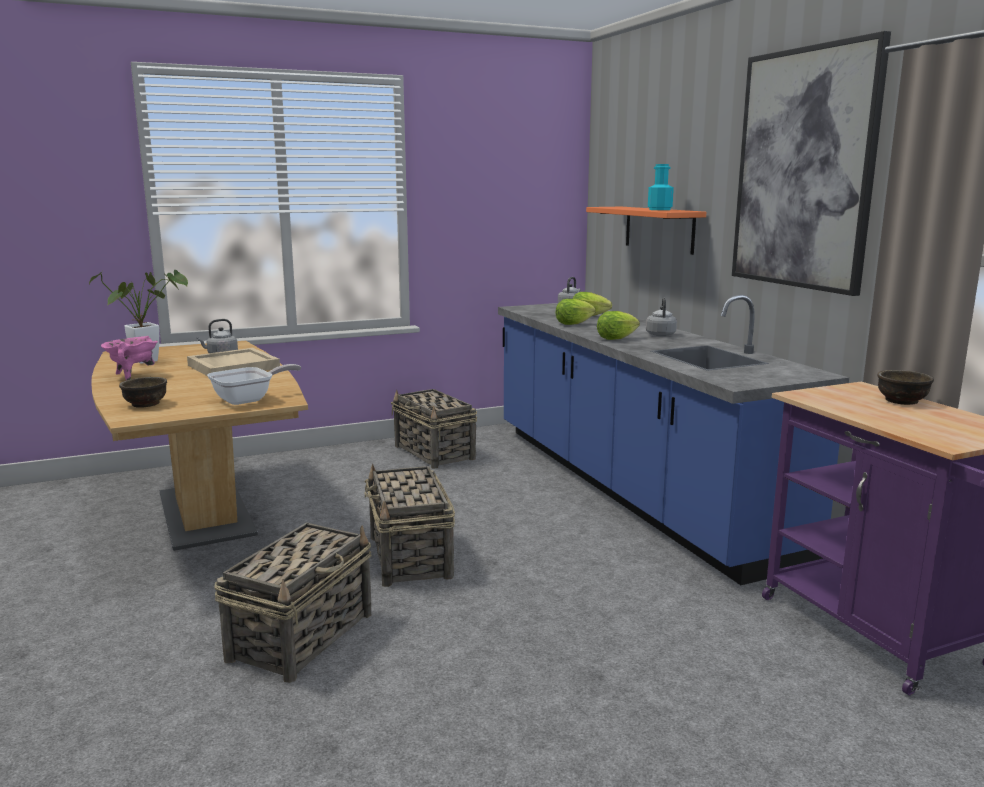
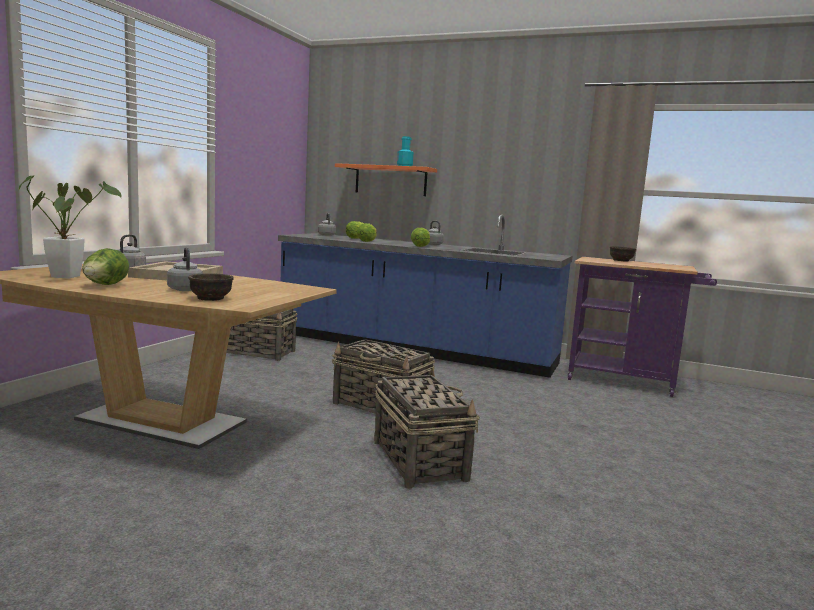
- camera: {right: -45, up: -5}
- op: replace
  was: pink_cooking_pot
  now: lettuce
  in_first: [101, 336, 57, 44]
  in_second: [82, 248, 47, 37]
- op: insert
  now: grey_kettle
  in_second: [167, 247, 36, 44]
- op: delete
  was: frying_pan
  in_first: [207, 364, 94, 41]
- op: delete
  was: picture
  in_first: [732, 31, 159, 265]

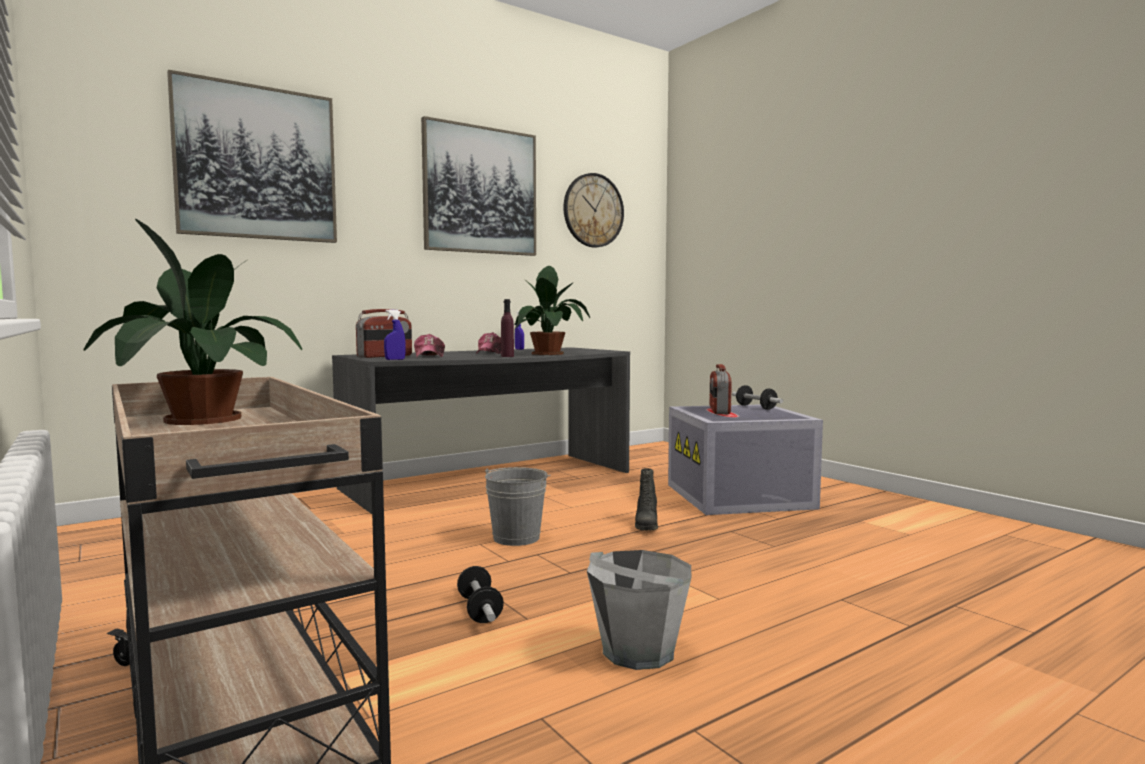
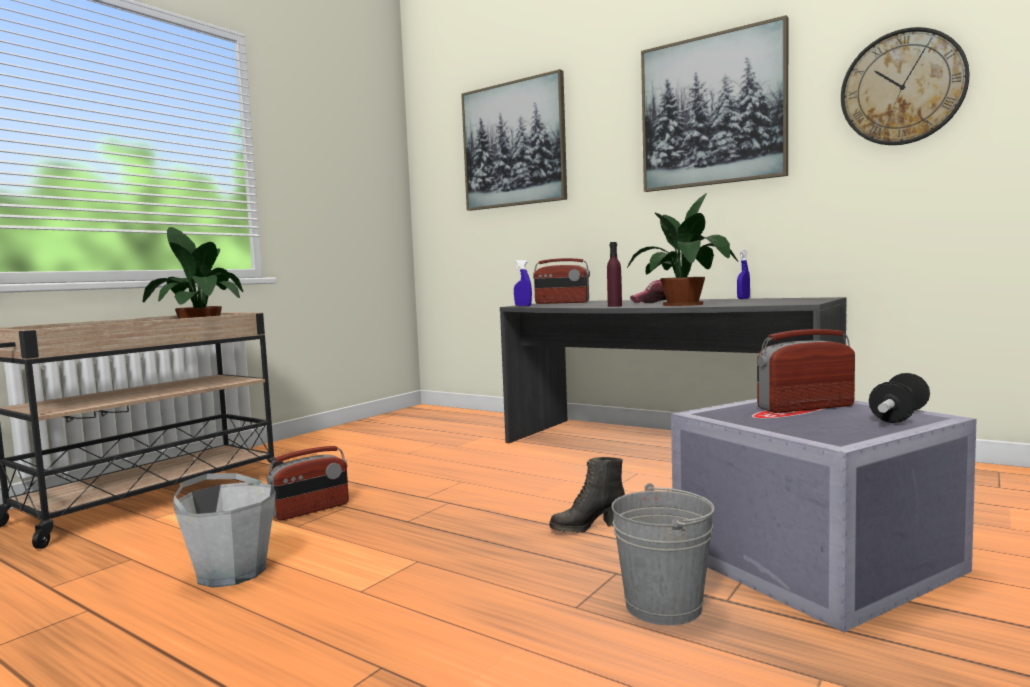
- camera: {right: 70, up: 0}
- op: replace
  was: dumbbell
  now: radio
  in_first: [457, 566, 47, 57]
  in_second: [267, 446, 82, 75]
- op: move
  was: grey_bucket
  in_first: [485, 467, 66, 79]
  in_second: [611, 483, 104, 142]
- op: delete
  was: cap
  in_first: [414, 334, 31, 23]

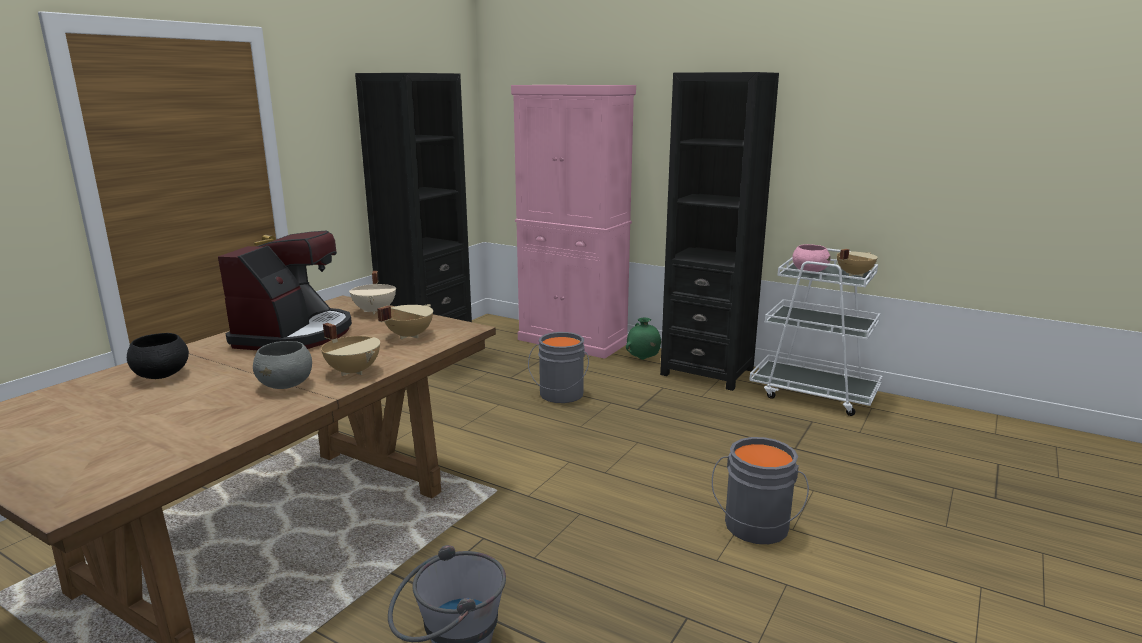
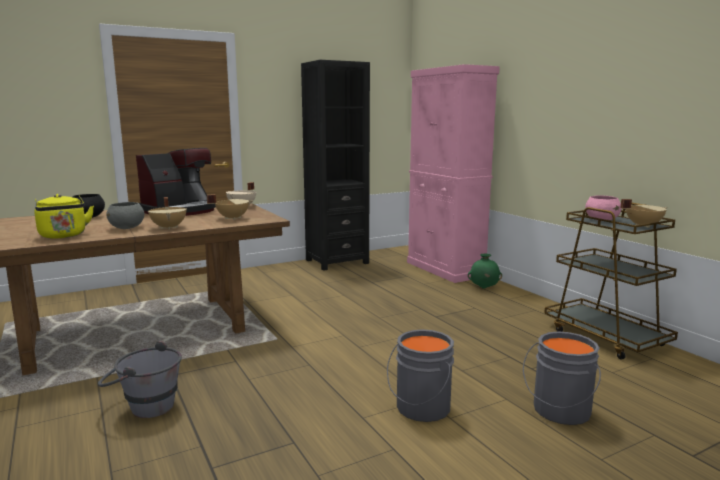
- camera: {right: 30, up: -5}
- op: insert
  now: yellow_kettle
  in_second: [34, 194, 60, 44]
- op: move
  was: grey_bucket
  in_first: [528, 332, 61, 71]
  in_second: [523, 331, 78, 94]
- op: recolor
  was: white_cart
  now: brown_cart
  in_first: [749, 248, 133, 168]
  in_second: [544, 203, 134, 157]
- op: delete
  was: black_bookcase
  in_first: [660, 72, 119, 319]

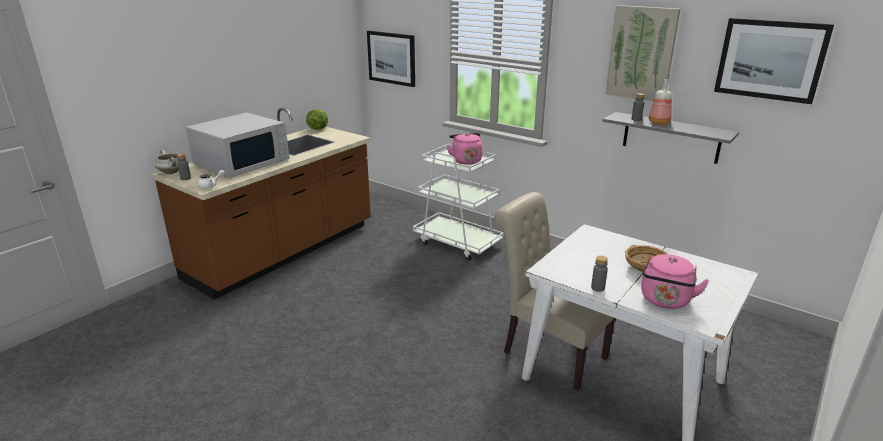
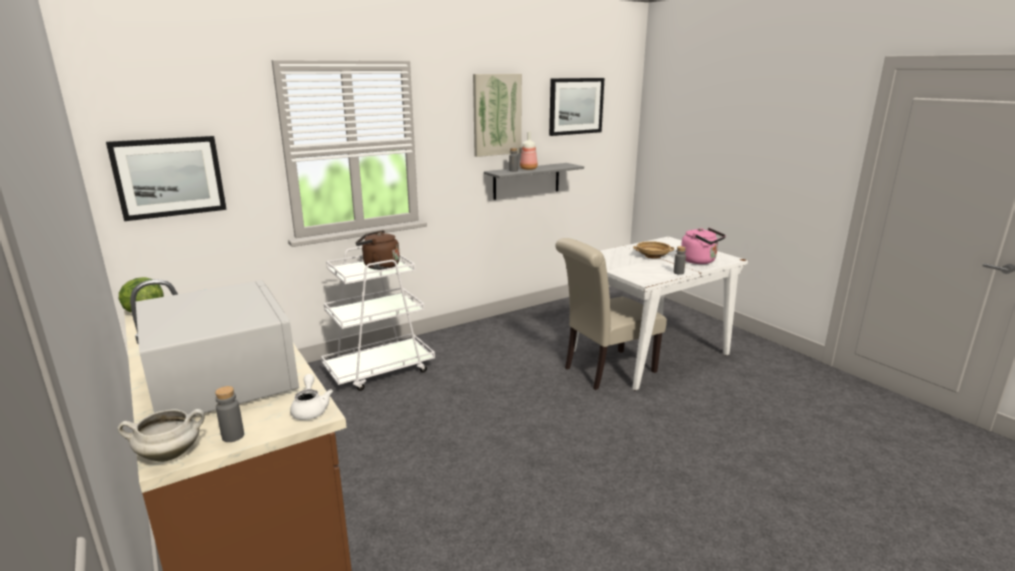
- camera: {right: -70, up: -5}
- op: recolor
  was: pink_kettle
  now: brown_kettle
  in_first: [447, 133, 35, 32]
  in_second: [356, 230, 44, 40]

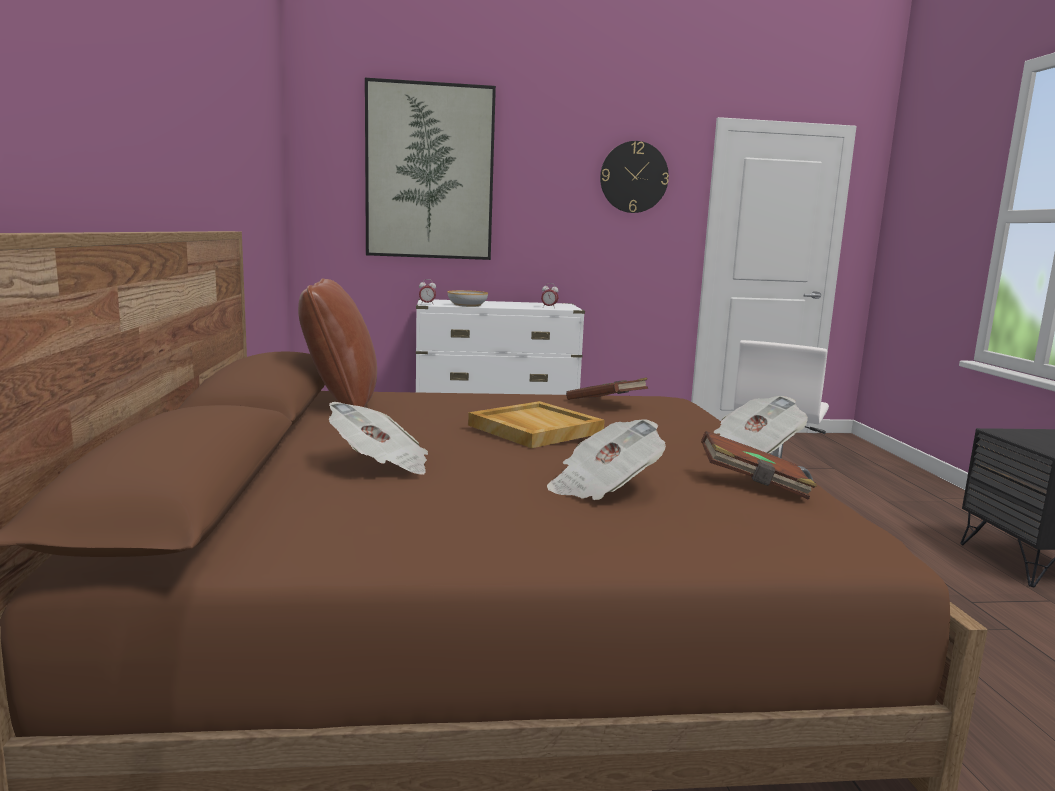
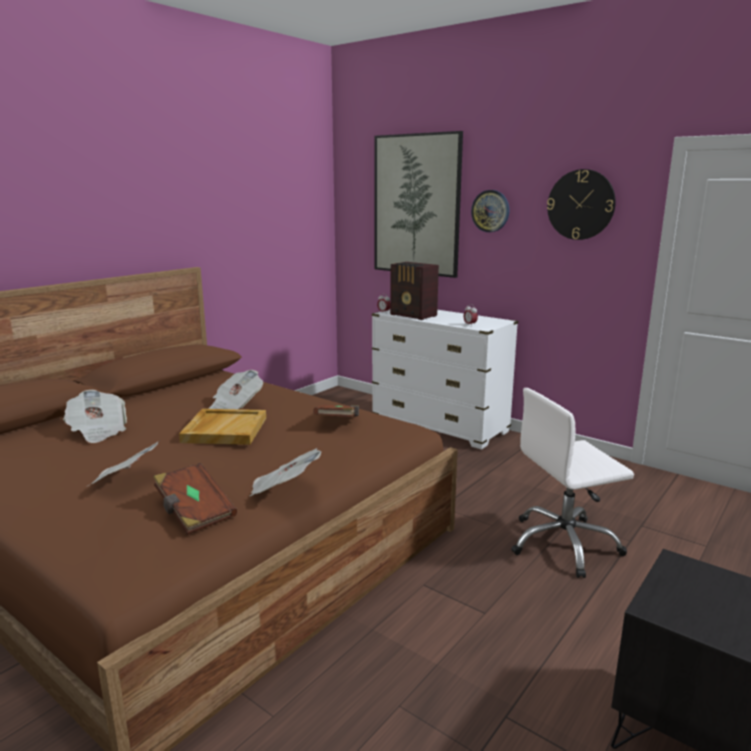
- camera: {right: 45, up: 5}
- op: insert
  now: newspaper
  in_second: [208, 370, 55, 39]
- op: replace
  was: bowl
  now: radio
  in_first: [448, 290, 40, 16]
  in_second: [390, 262, 49, 58]
- op: insert
  now: wall_clock
  in_second: [471, 190, 39, 42]
- op: delete
  was: brown_pillow
  in_first: [298, 278, 79, 129]

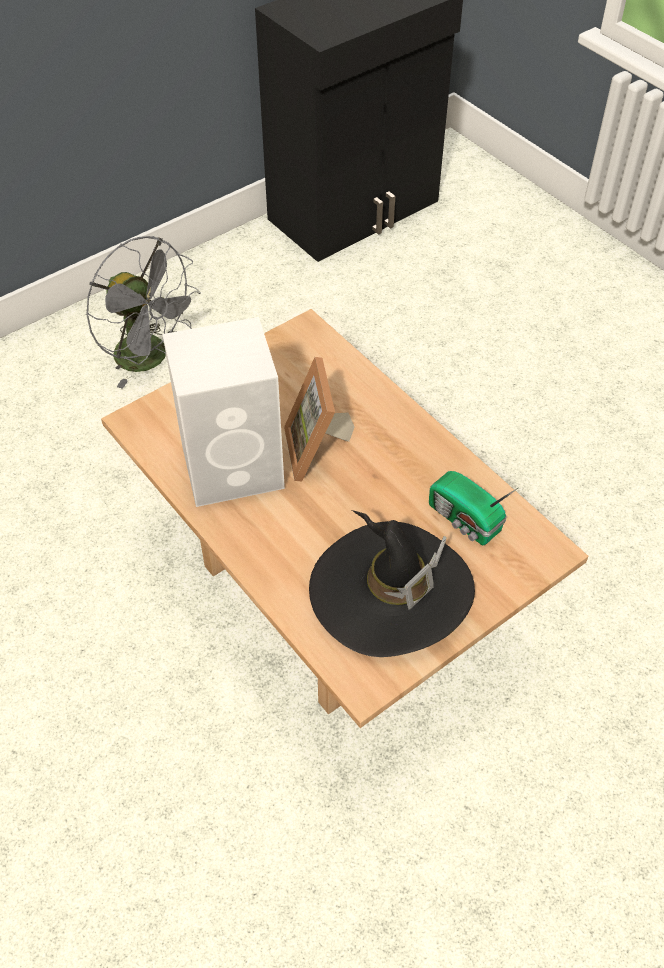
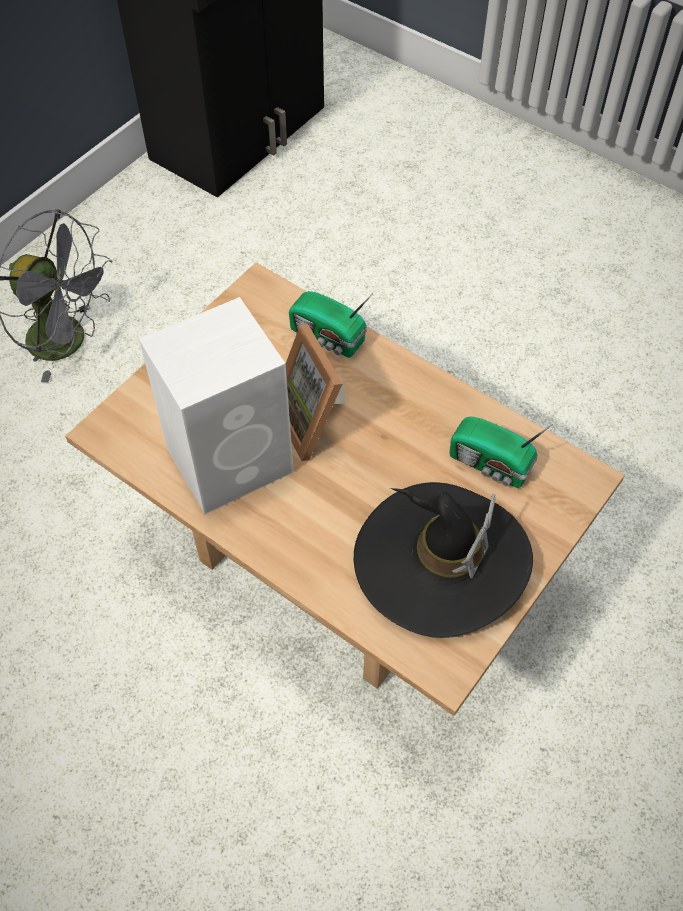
- camera: {right: -15, up: 5}
- op: insert
  now: radio
  in_second: [289, 291, 84, 67]

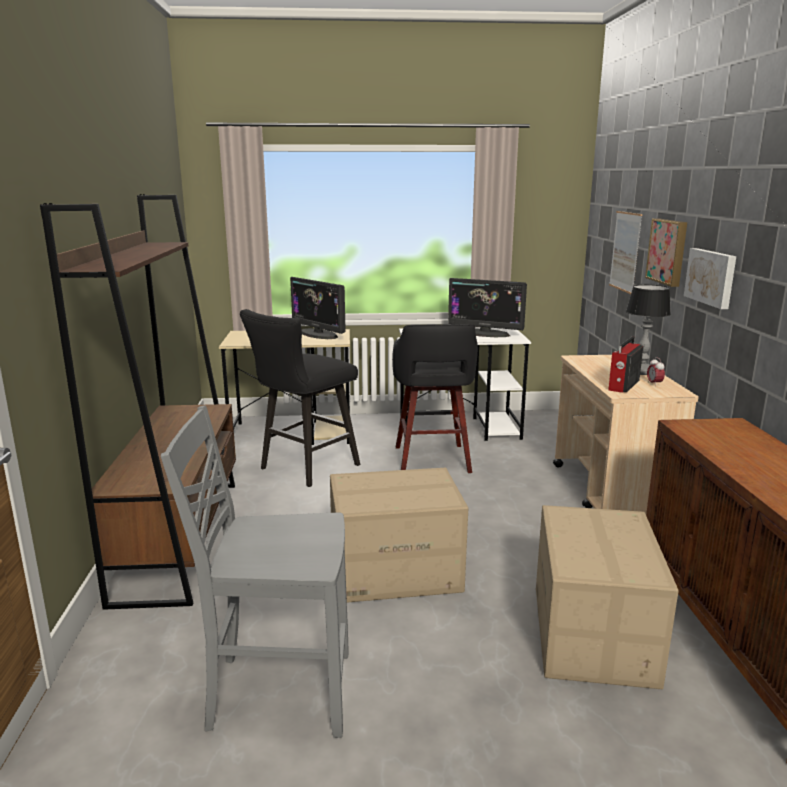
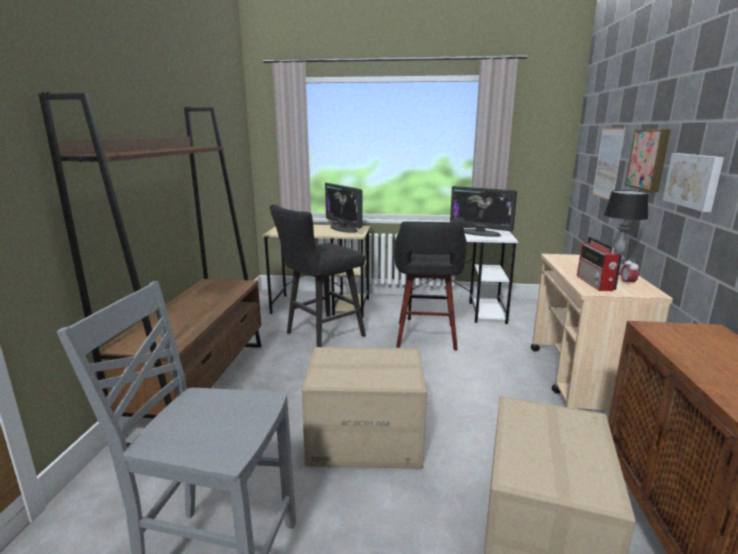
- camera: {right: 10, up: 0}
- op: rotate
  was: radio
  in_first: [608, 336, 35, 57]
  in_second: [577, 236, 45, 55]
  clockwise: -45

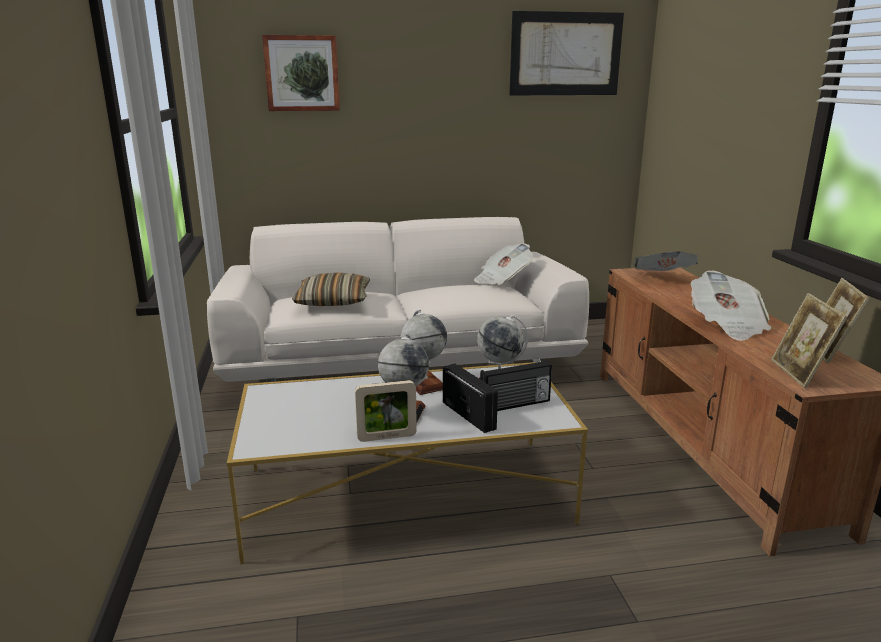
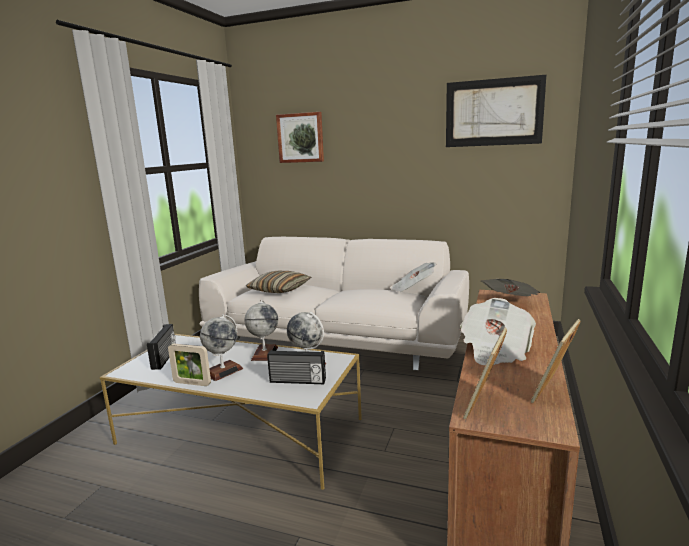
- camera: {right: 30, up: -5}
- op: move
  was: radio
  in_first: [443, 363, 55, 70]
  in_second: [147, 324, 29, 46]

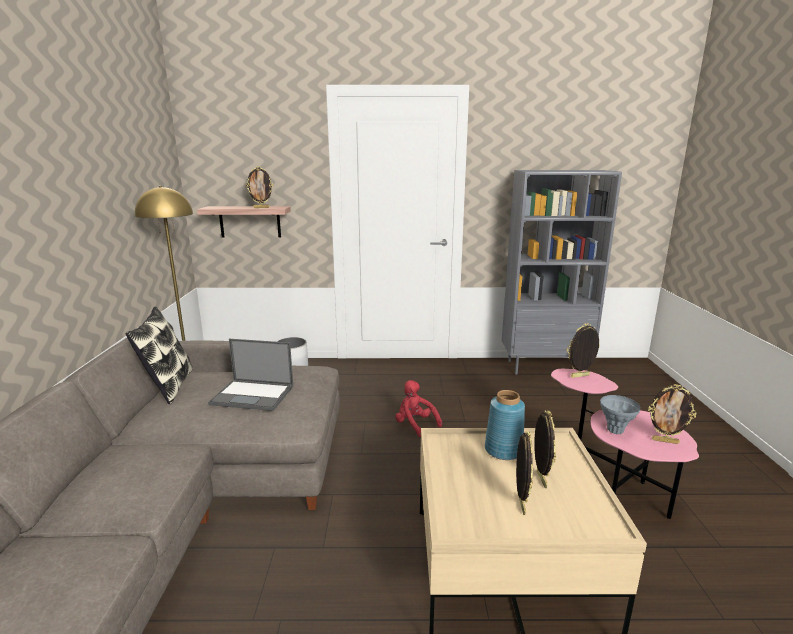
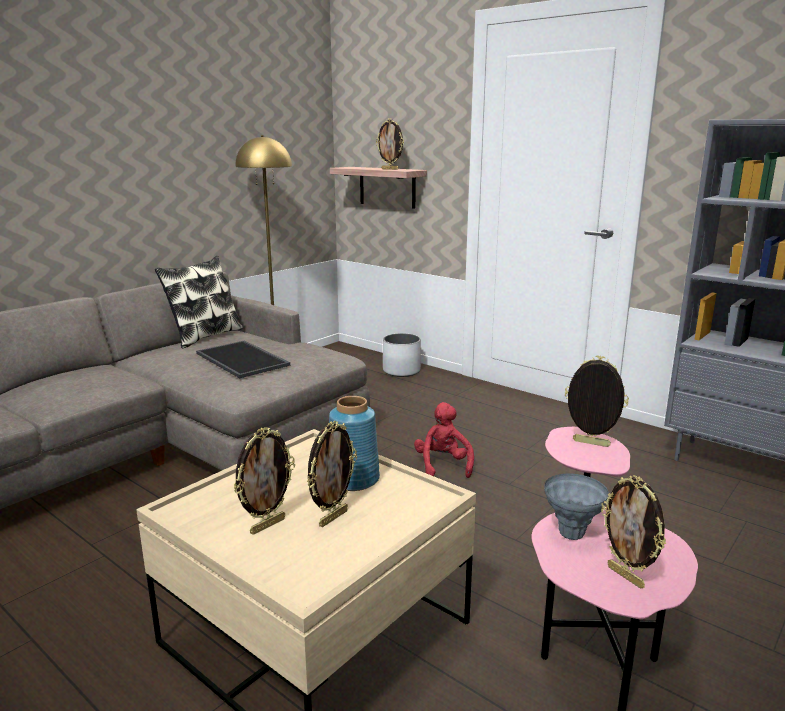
- camera: {right: 40, up: 0}
- op: replace
  was: laptop
  now: tray
  in_first: [208, 339, 85, 72]
  in_second: [196, 340, 94, 38]

